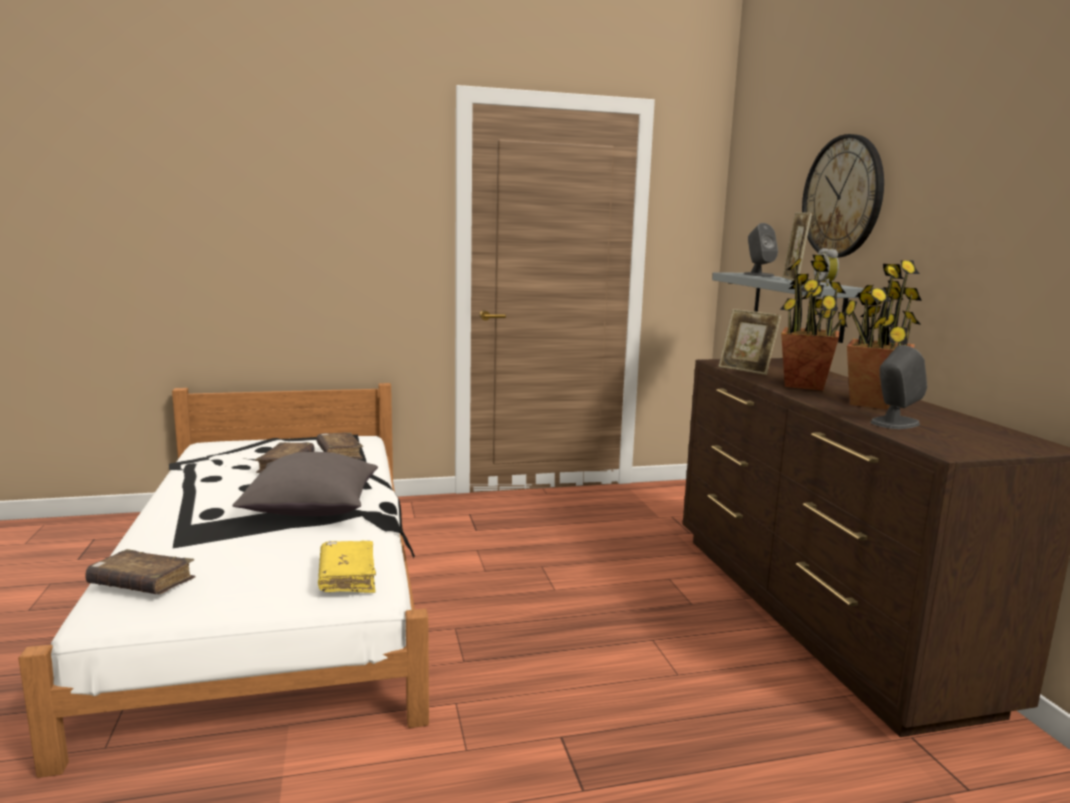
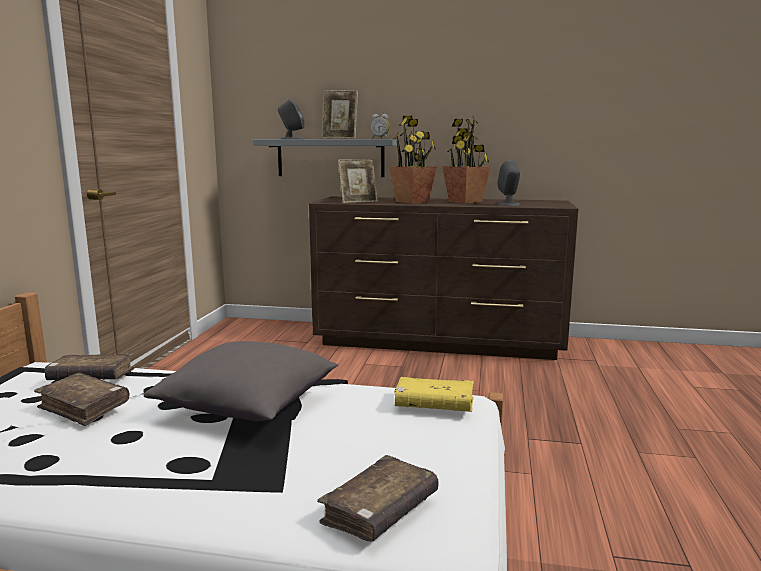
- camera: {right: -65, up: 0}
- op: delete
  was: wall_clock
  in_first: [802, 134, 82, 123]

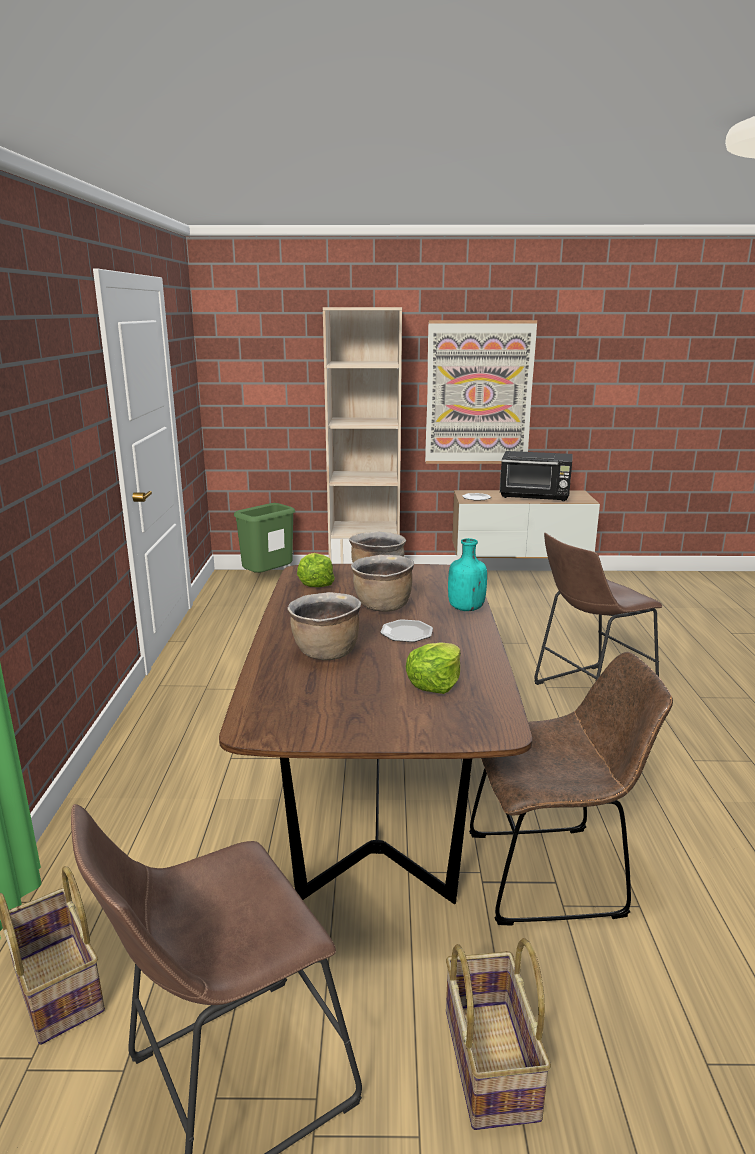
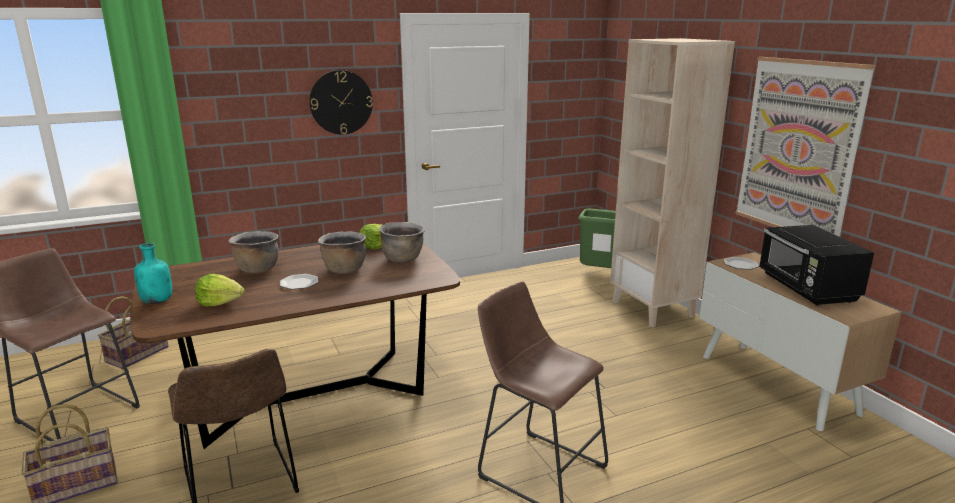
- camera: {right: 65, up: 0}
- op: move
  was: turquoise_bottle
  in_first: [448, 538, 39, 73]
  in_second: [134, 243, 38, 61]
- op: insert
  now: wall_clock
  in_second: [309, 70, 64, 65]

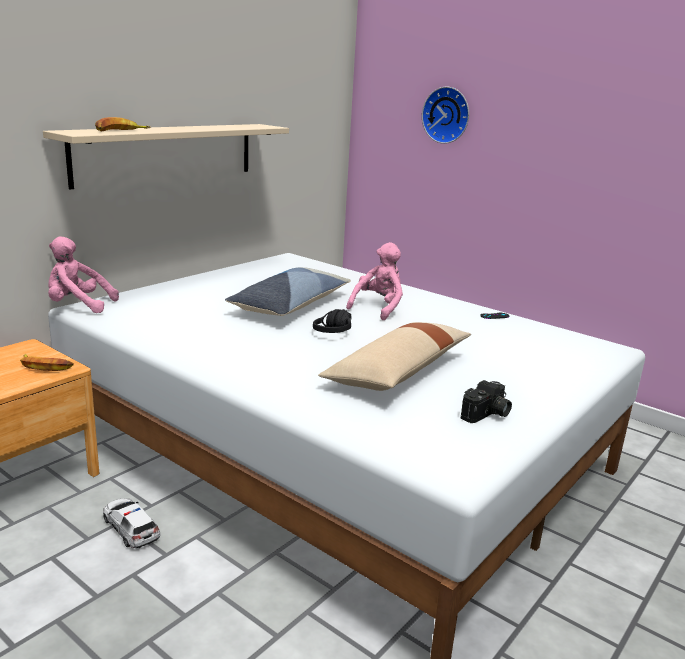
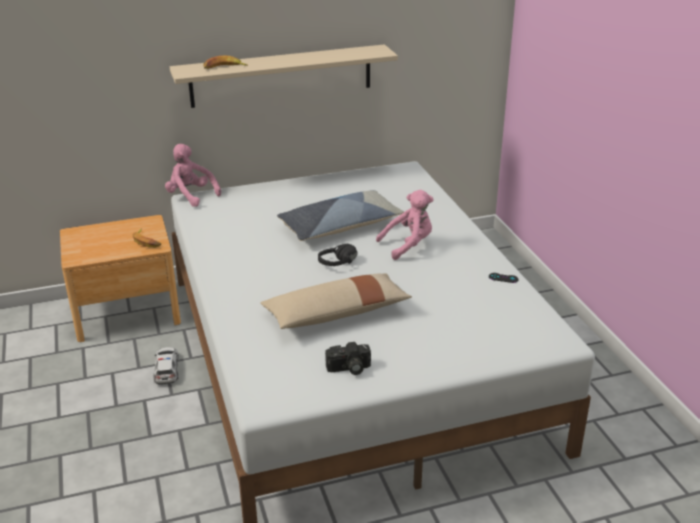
- camera: {right: 35, up: 10}
- op: delete
  was: wall_clock
  in_first: [422, 86, 47, 58]

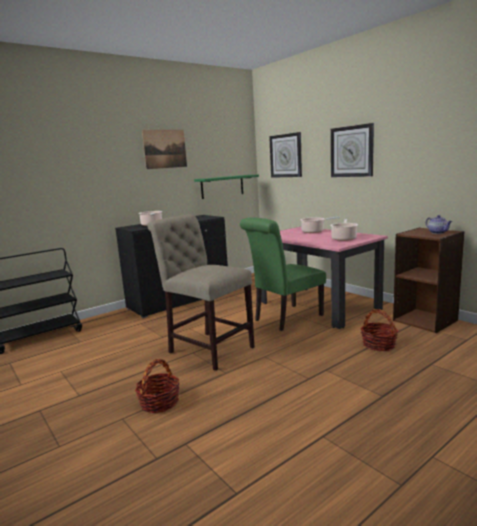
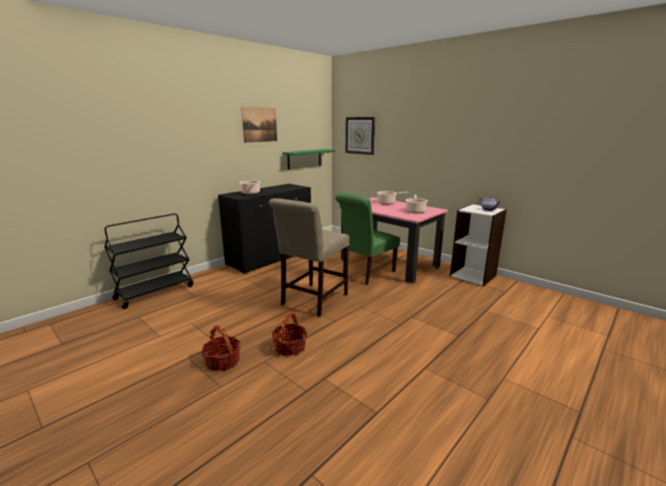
- camera: {right: -10, up: 5}
- op: move
  was: basket
  in_first: [360, 309, 38, 42]
  in_second: [201, 325, 40, 47]
- op: rotate
  was: beige_chair
  in_first: [147, 214, 108, 157]
  in_second: [269, 198, 80, 119]
  clockwise: -90
- op: recolor
  was: brown_bookcase
  now: white_bookcase
  in_first: [393, 228, 72, 105]
  in_second: [450, 204, 57, 82]
- op: delete
  was: wall_clock
  in_first: [331, 123, 43, 54]

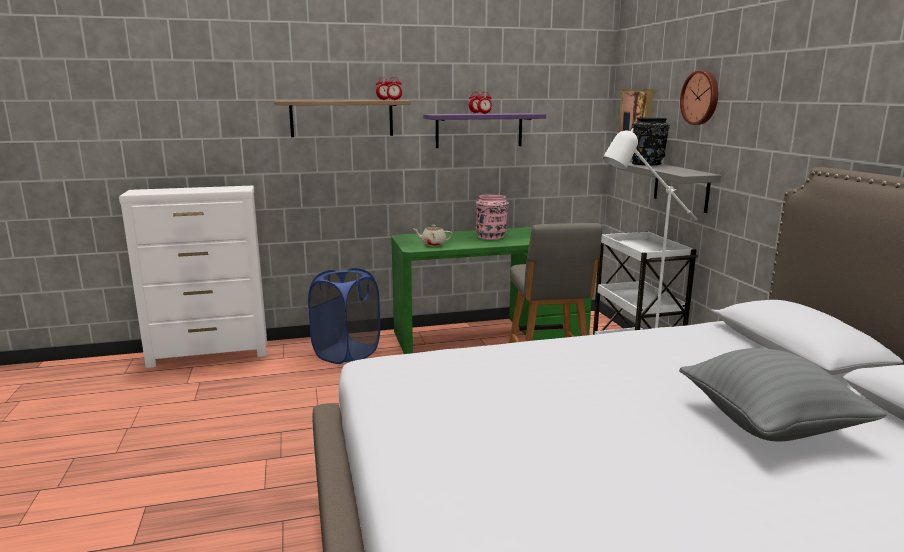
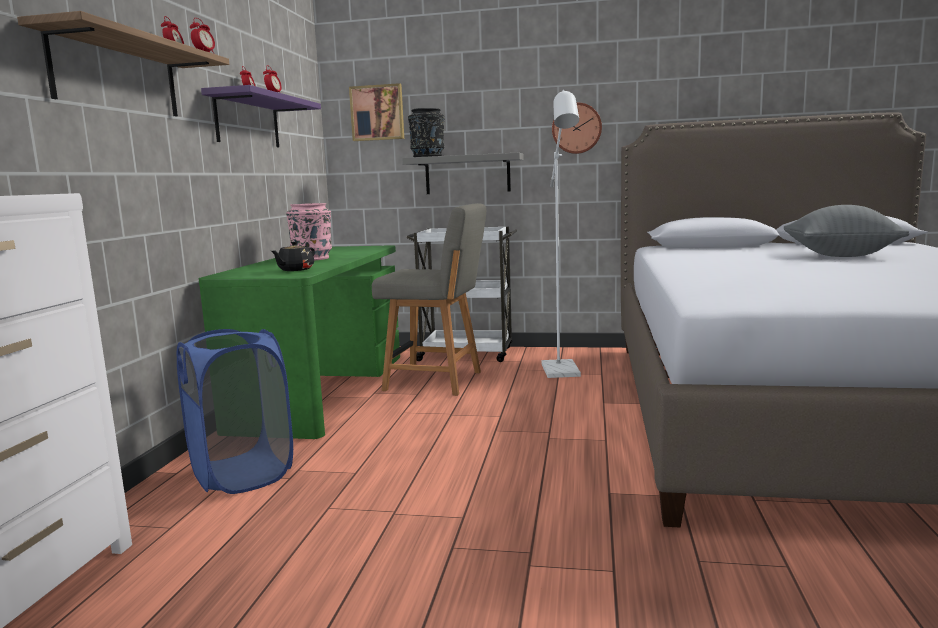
- camera: {right: -65, up: -5}
- op: recolor
  was: beige_teapot
  now: black_teapot
  in_first: [414, 225, 39, 21]
  in_second: [271, 241, 44, 30]
- op: move
  was: wall_clock
  in_first: [680, 70, 38, 55]
  in_second: [552, 103, 50, 51]

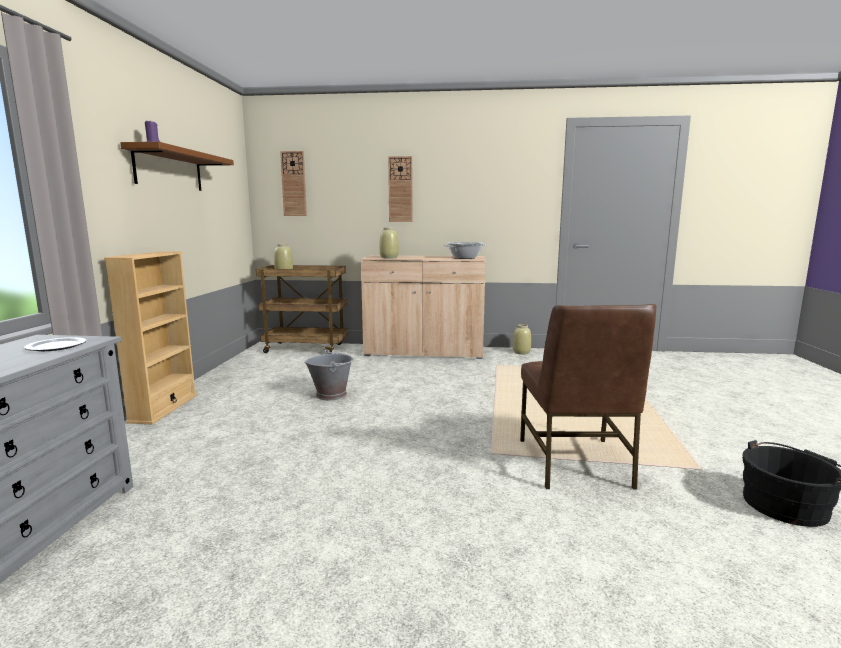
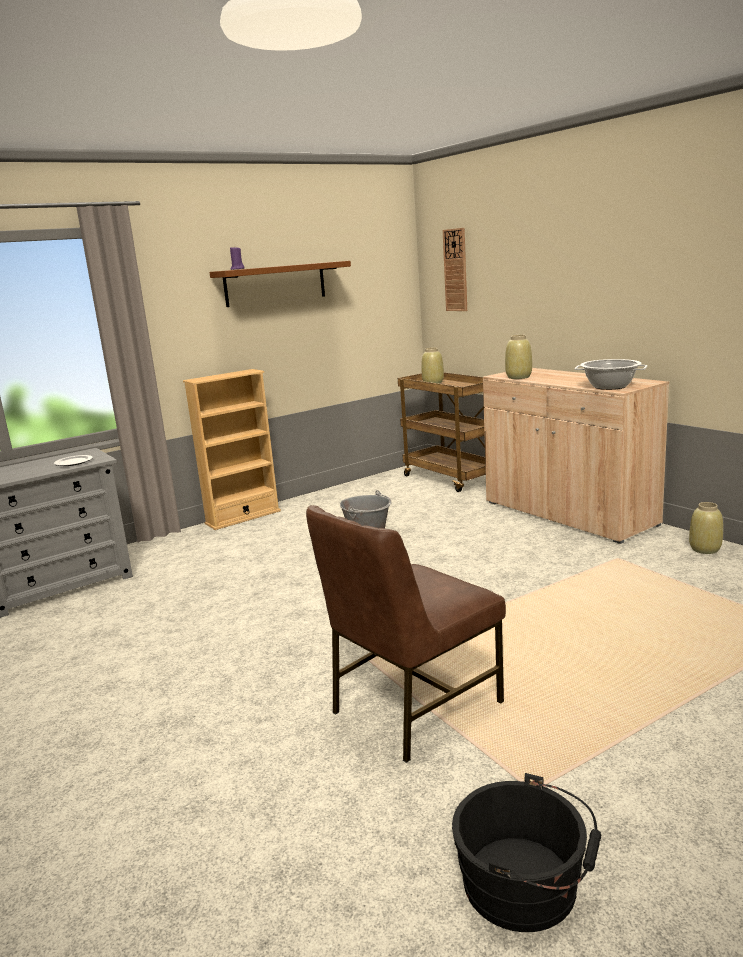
- camera: {right: 50, up: 5}
- op: delete
  was: wall_clock
  in_first: [388, 156, 25, 66]

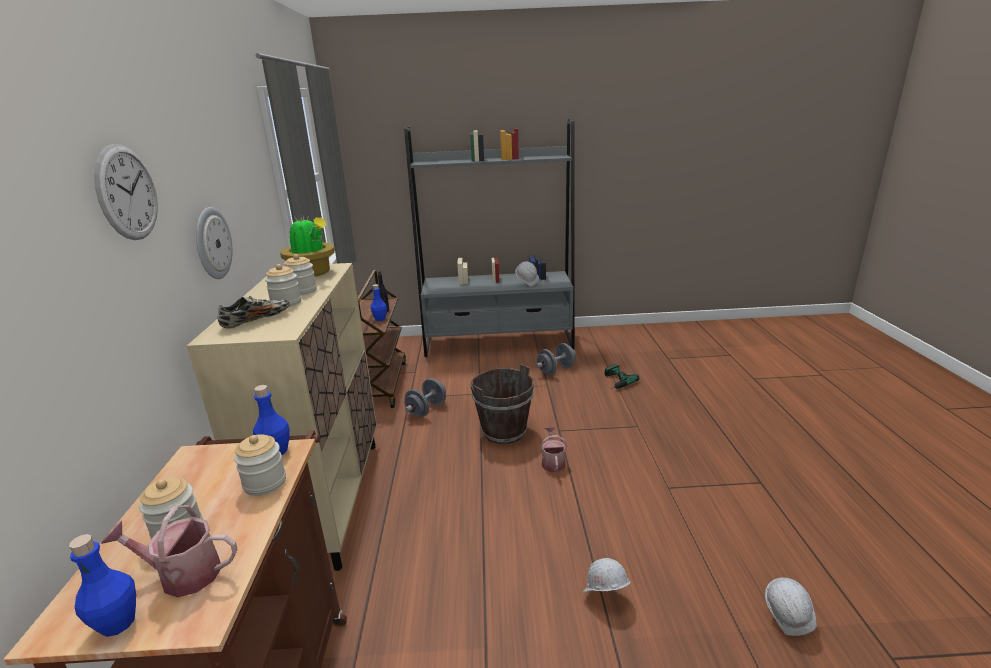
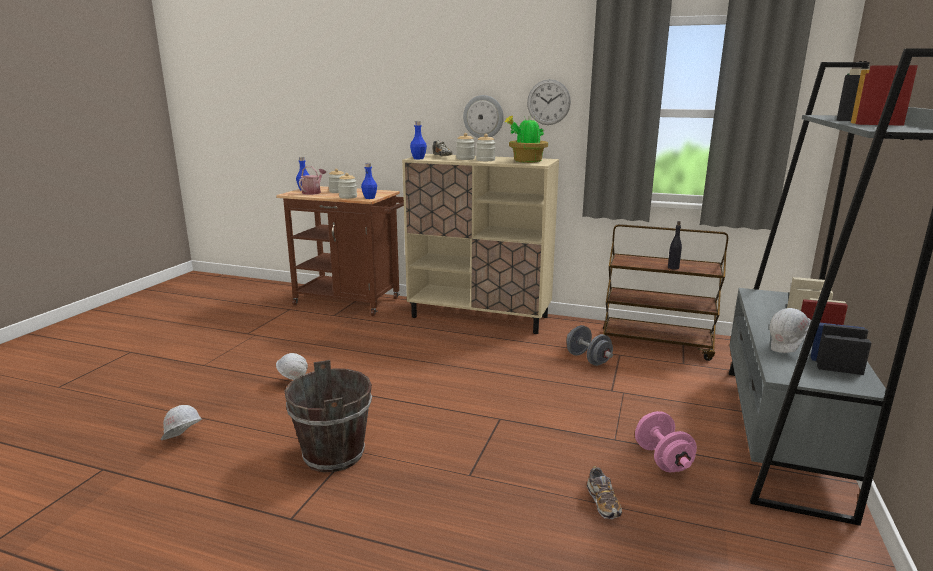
- camera: {right: 110, up: -5}
- op: move
  was: brown_bucket
  in_first: [470, 364, 64, 80]
  in_second: [285, 360, 87, 112]
- op: move
  was: blue_bottle
  in_first: [370, 284, 17, 37]
  in_second: [410, 121, 17, 38]
- op: move
  was: wall_clock
  in_first: [94, 144, 64, 96]
  in_second: [527, 79, 44, 46]
- op: replace
  was: power_drill
  now: shoe
  in_first: [604, 364, 35, 25]
  in_second: [587, 466, 35, 53]
- op: recolor
  was: grey_dumbbell
  now: pink_dumbbell
  in_first: [536, 343, 40, 32]
  in_second: [635, 411, 62, 61]
- op: delete
  was: watering_can
  in_first: [540, 427, 27, 45]

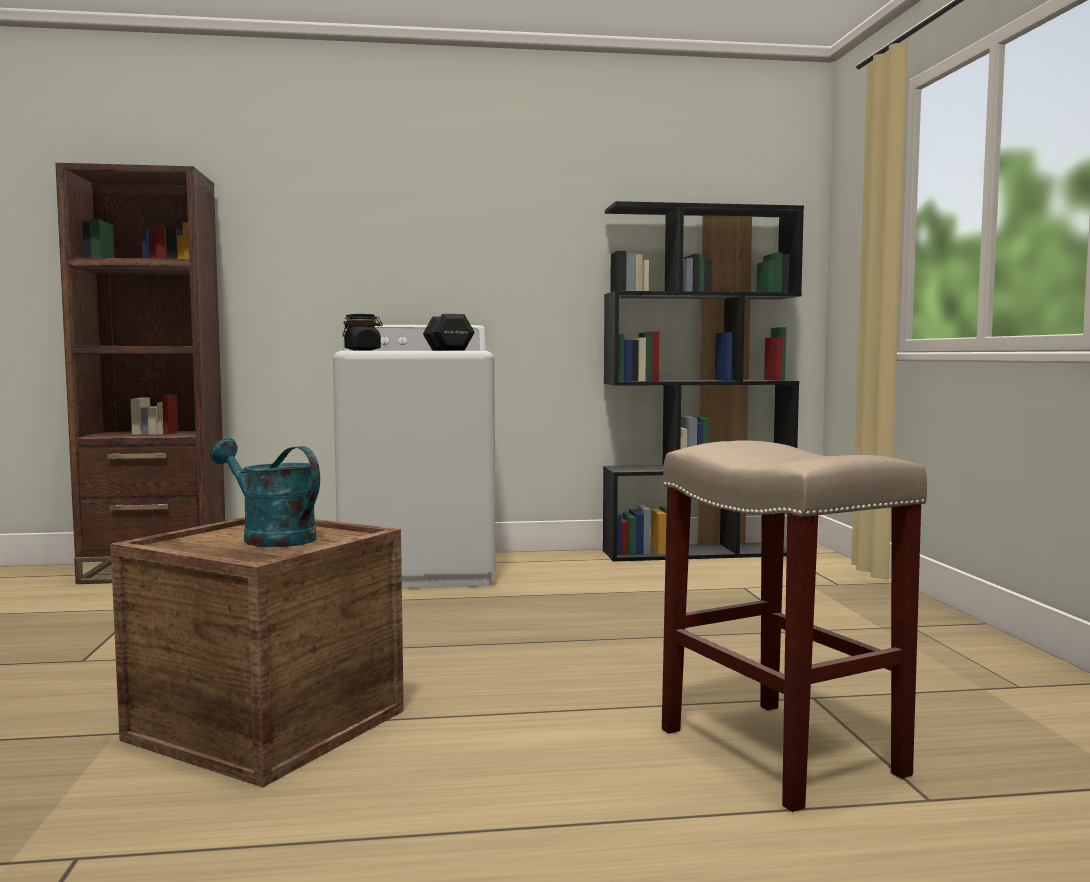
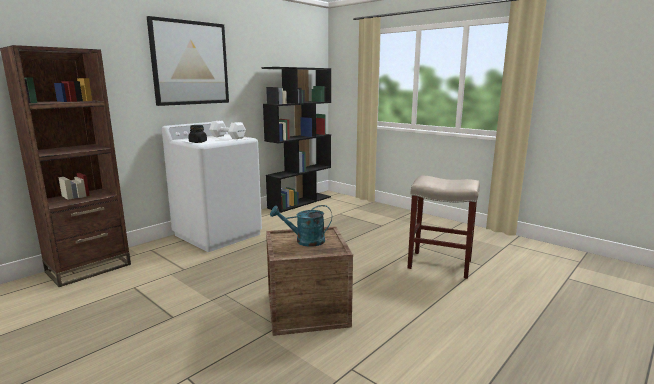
- camera: {right: -40, up: 10}
- op: insert
  now: picture
  in_second: [147, 16, 82, 90]
- op: recolor
  was: black_dumbbell
  now: white_dumbbell
  in_first: [423, 314, 52, 37]
  in_second: [209, 121, 37, 18]

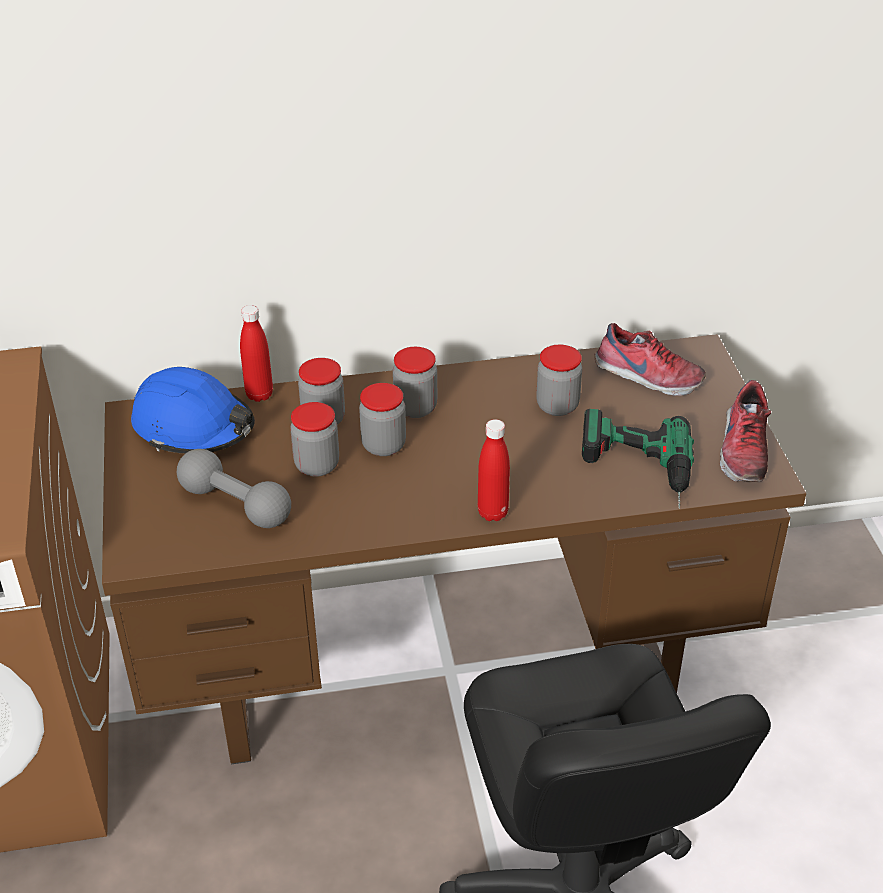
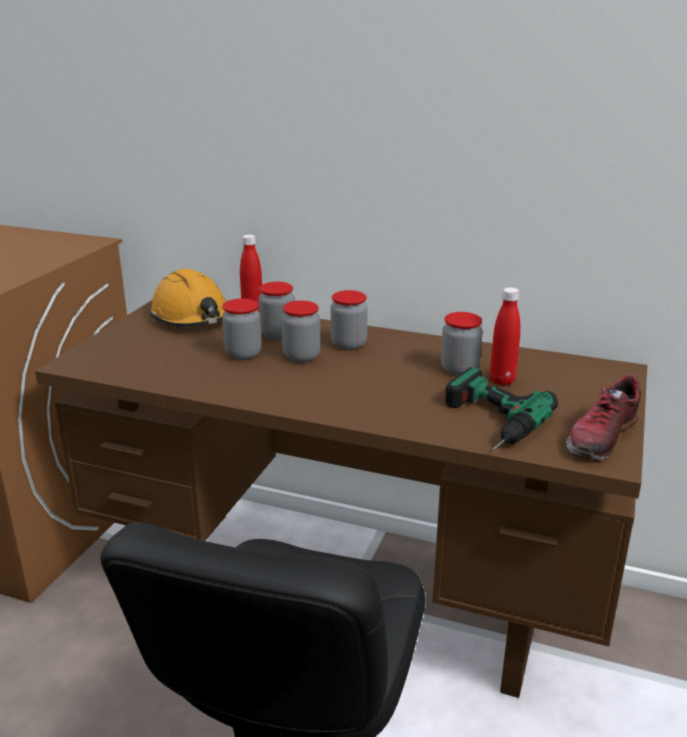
- camera: {right: 30, up: -15}
- op: recolor
  was: blue_hard_hat
  now: orange_hard_hat
  in_first: [131, 367, 124, 87]
  in_second: [150, 269, 77, 58]
- op: move
  was: red_bottle
  in_first: [478, 419, 32, 102]
  in_second: [490, 287, 31, 98]
- op: delete
  was: grey_dumbbell
  in_first: [177, 449, 114, 79]
- op: delete
  was: shoe
  in_first: [594, 323, 112, 73]

